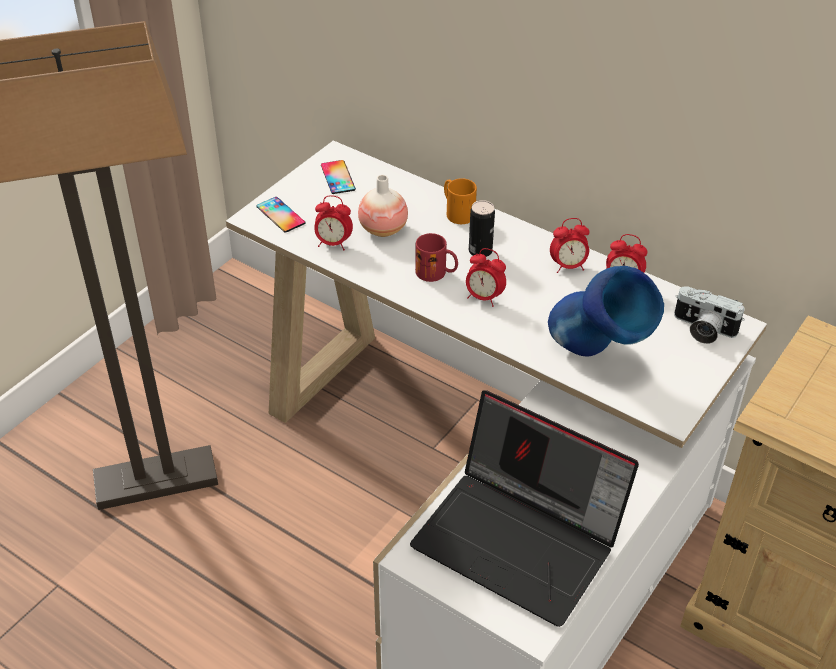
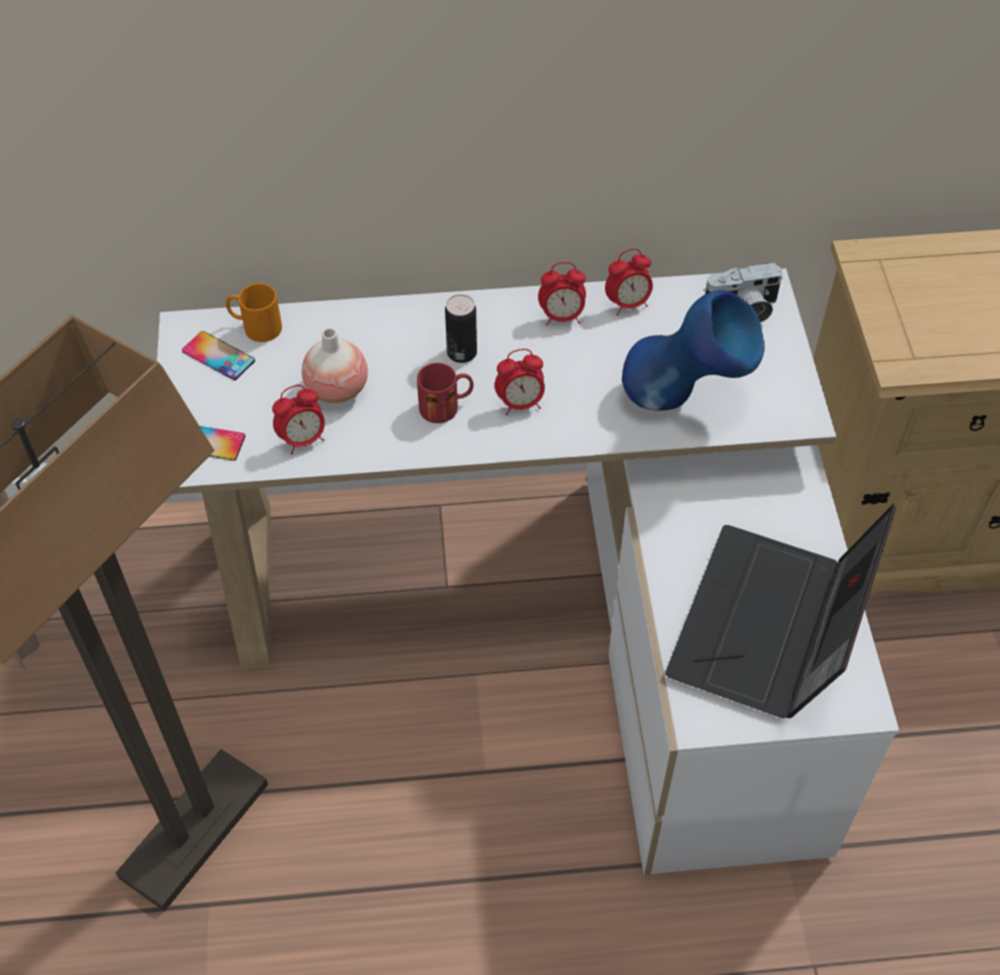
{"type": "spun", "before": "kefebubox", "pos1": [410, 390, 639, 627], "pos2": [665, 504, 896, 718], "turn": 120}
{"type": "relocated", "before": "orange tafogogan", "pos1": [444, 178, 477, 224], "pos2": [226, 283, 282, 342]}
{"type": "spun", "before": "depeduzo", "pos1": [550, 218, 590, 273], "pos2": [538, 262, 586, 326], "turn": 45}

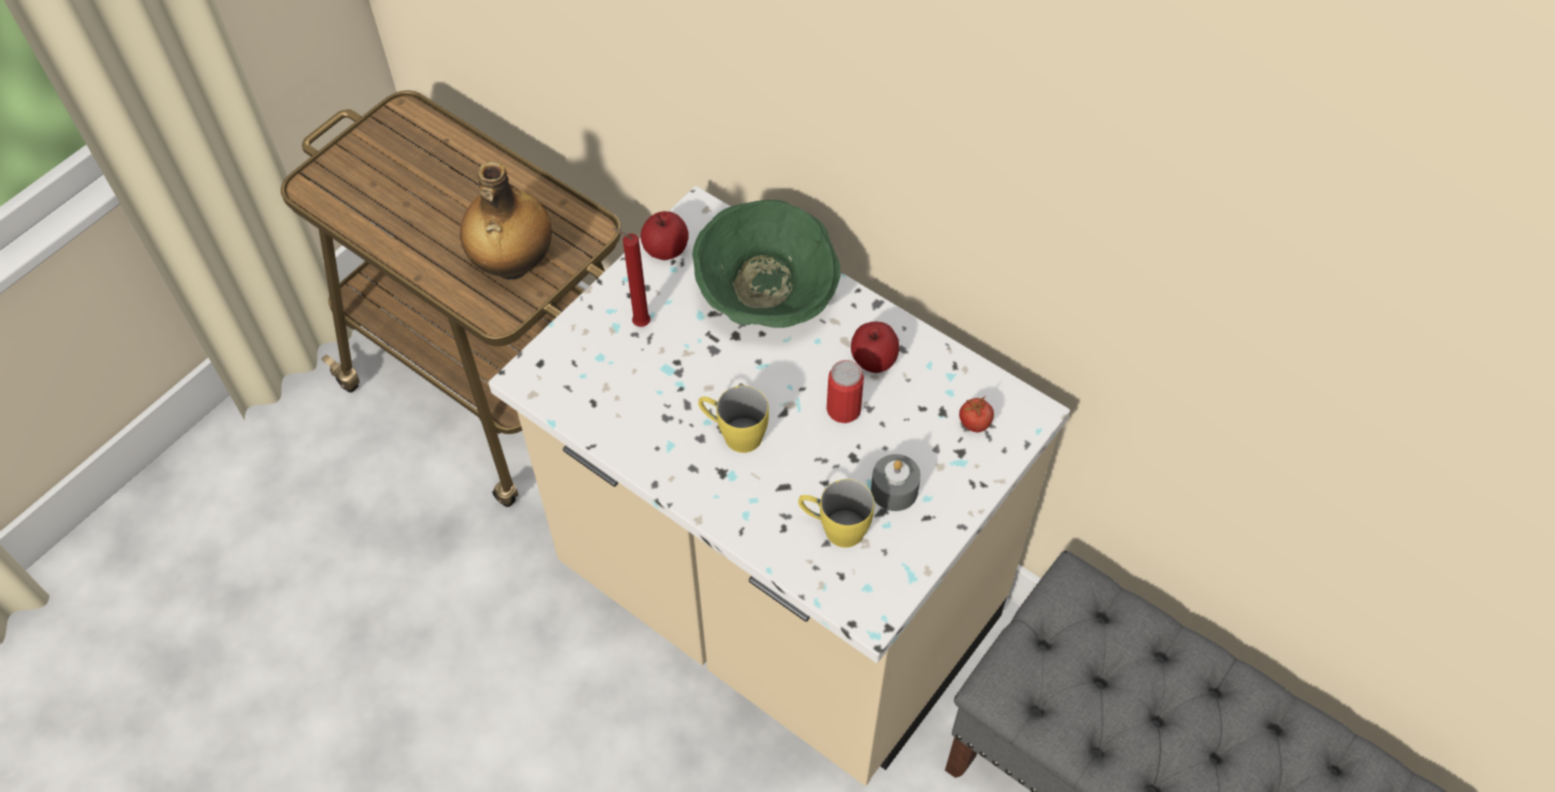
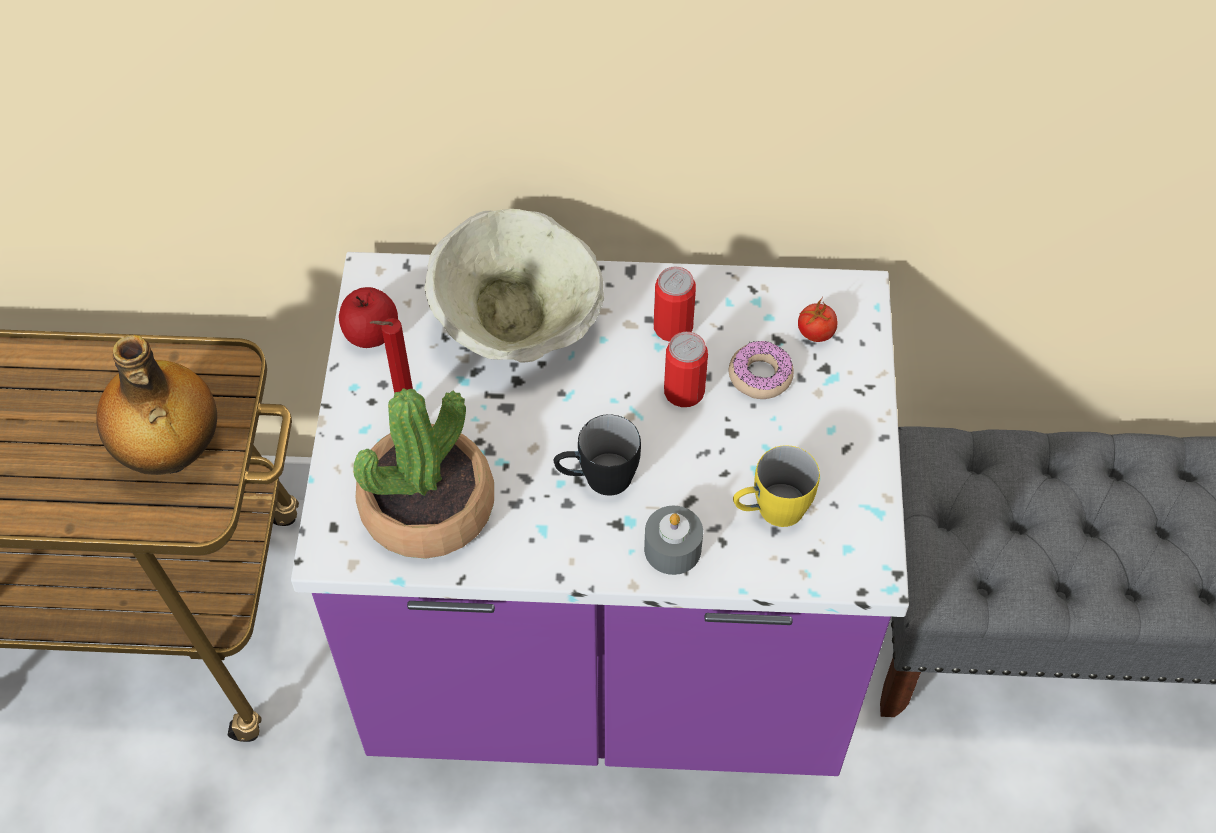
{"type": "colour", "before": "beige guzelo", "after": "purple guzelo", "pos1": [488, 186, 1070, 786], "pos2": [291, 252, 909, 776]}
{"type": "colour", "before": "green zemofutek", "after": "beige zemofutek", "pos1": [692, 200, 841, 328], "pos2": [424, 209, 604, 363]}
{"type": "colour", "before": "yellow tafogogan", "after": "black tafogogan", "pos1": [698, 385, 769, 453], "pos2": [554, 414, 641, 496]}
{"type": "exchanged", "before": "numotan", "after": "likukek", "pos1": [851, 321, 899, 373], "pos2": [654, 267, 696, 342]}
{"type": "relocated", "before": "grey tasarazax", "pos1": [871, 454, 921, 511], "pos2": [644, 506, 703, 575]}
{"type": "appeared", "after": "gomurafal", "pos2": [353, 388, 494, 559]}
{"type": "appeared", "after": "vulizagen", "pos2": [729, 340, 794, 399]}

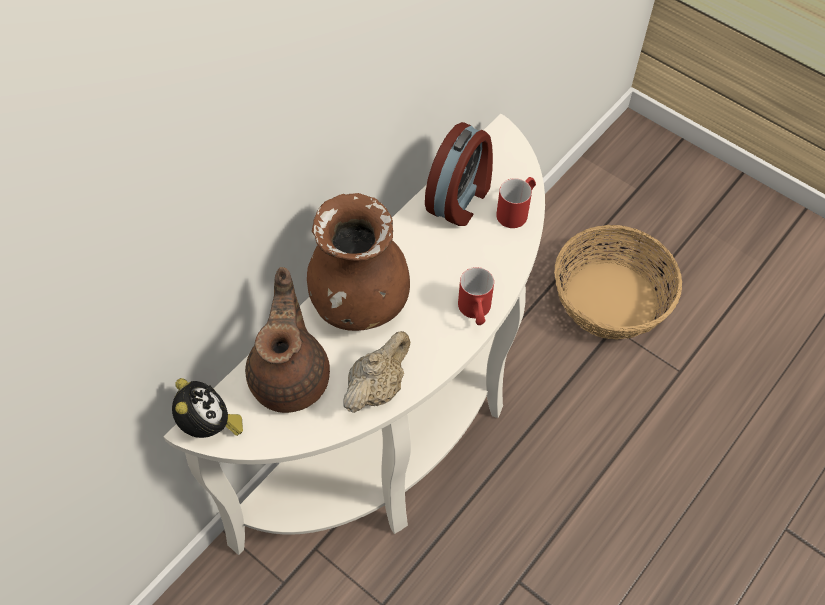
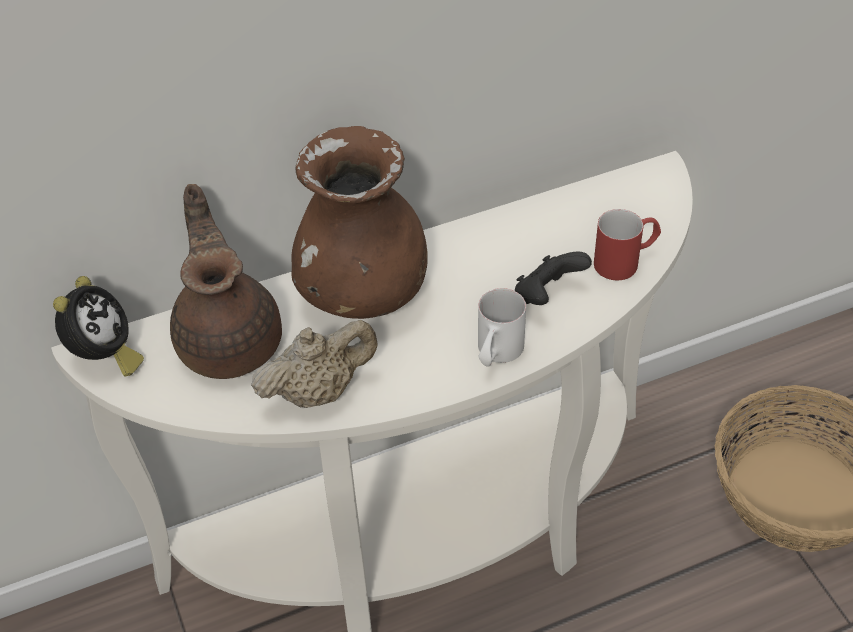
{"type": "spun", "before": "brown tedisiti", "pos1": [245, 267, 330, 413], "pos2": [170, 184, 282, 379], "turn": -45}
{"type": "missing", "before": "depeduzo", "pos1": [425, 122, 493, 226]}
{"type": "colour", "before": "red tafogogan", "after": "white tafogogan", "pos1": [458, 267, 494, 325], "pos2": [478, 288, 526, 367]}
{"type": "appeared", "after": "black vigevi", "pos2": [515, 251, 592, 305]}

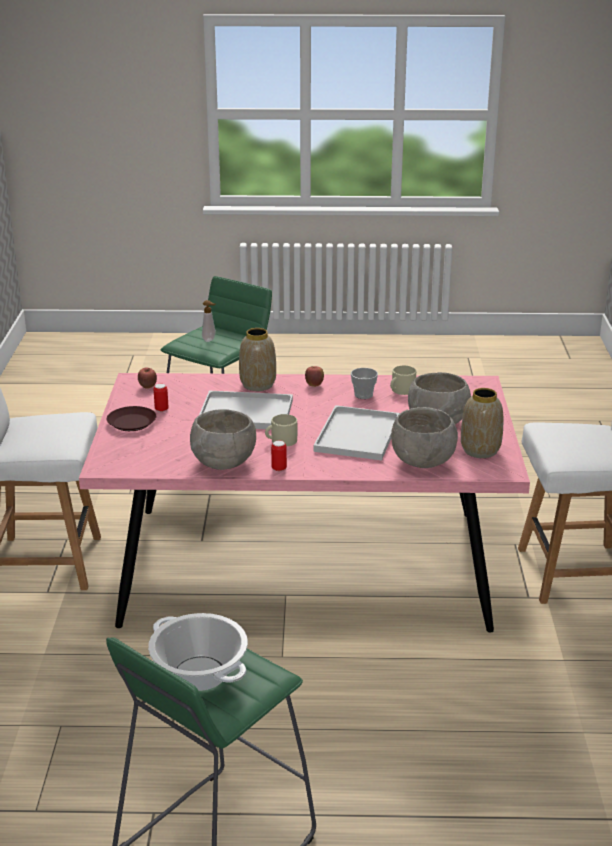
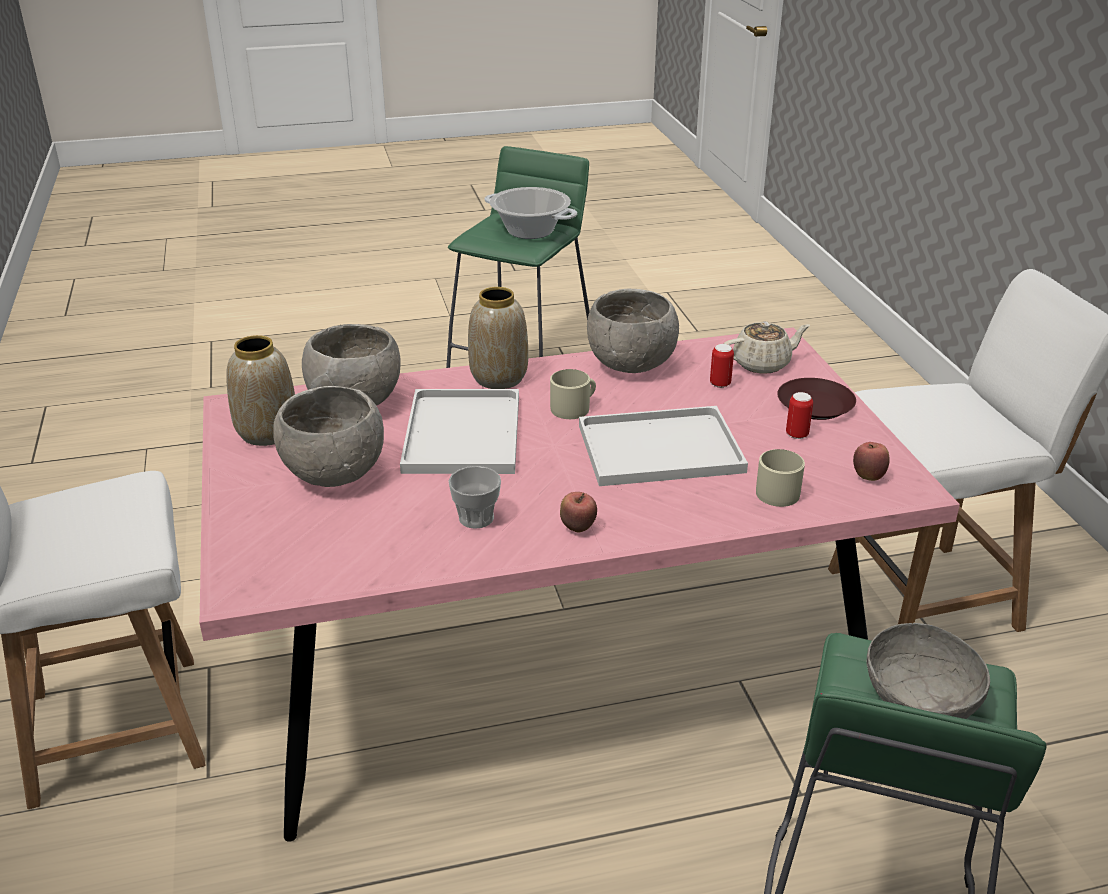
{"type": "exchanged", "before": "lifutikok", "after": "grey zemofutek", "pos1": [202, 300, 216, 342], "pos2": [866, 623, 990, 719]}
{"type": "relocated", "before": "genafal", "pos1": [239, 328, 276, 391], "pos2": [468, 287, 528, 389]}
{"type": "relocated", "before": "likukek", "pos1": [271, 441, 287, 471], "pos2": [710, 344, 734, 388]}
{"type": "relocated", "before": "beige tafogogan", "pos1": [390, 366, 416, 395], "pos2": [756, 449, 805, 507]}
{"type": "appeared", "after": "beige tedisiti", "pos2": [724, 321, 810, 374]}

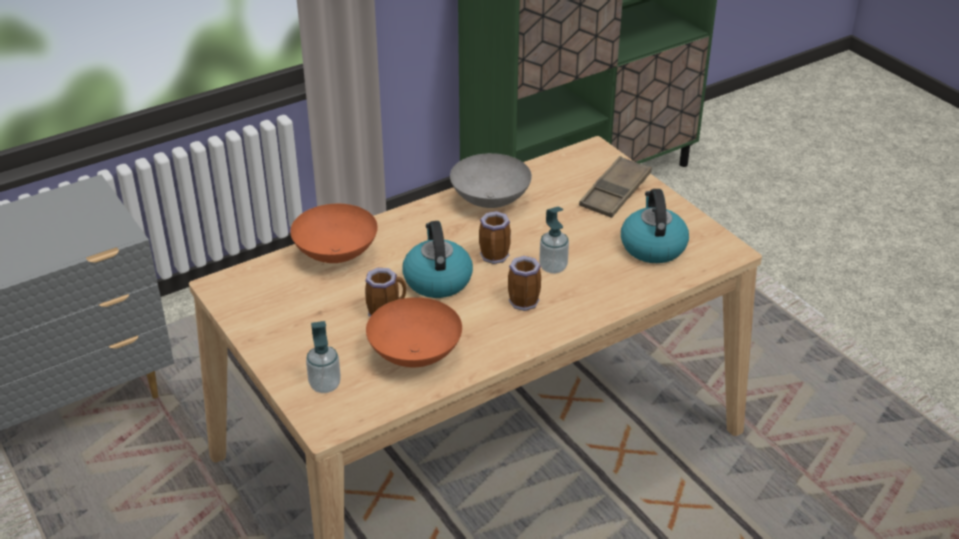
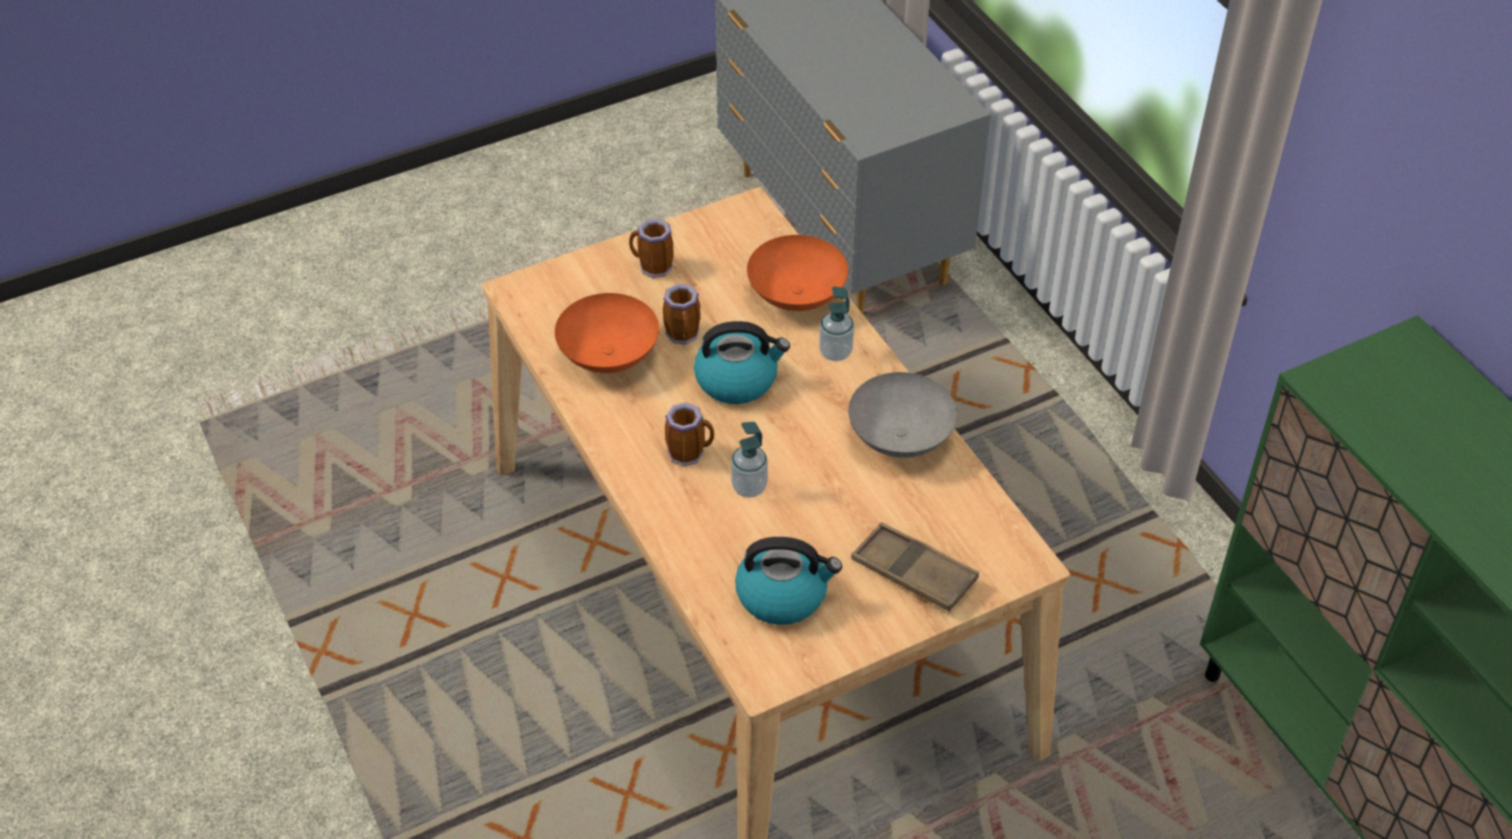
{"type": "relocated", "before": "lifutikok", "pos1": [306, 321, 341, 393], "pos2": [819, 287, 854, 361]}
{"type": "relocated", "before": "tafogogan", "pos1": [479, 211, 511, 264], "pos2": [629, 218, 674, 278]}

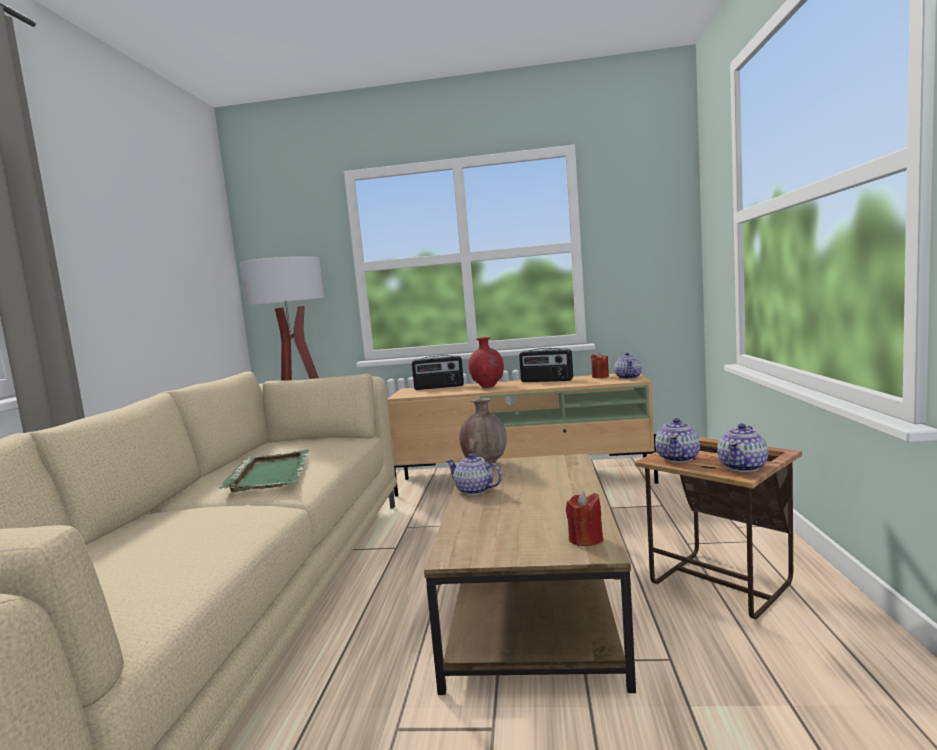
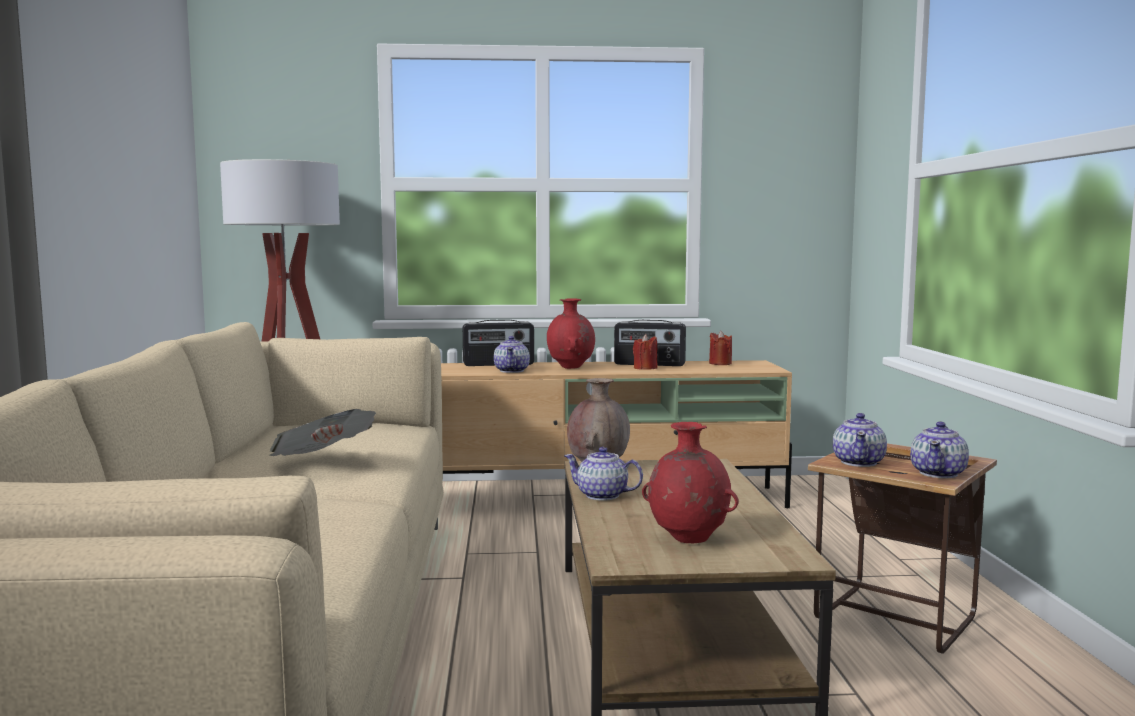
{"type": "exchanged", "before": "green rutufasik", "after": "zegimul", "pos1": [219, 450, 309, 492], "pos2": [269, 409, 376, 456]}
{"type": "relocated", "before": "red tasarazax", "pos1": [566, 491, 603, 546], "pos2": [633, 334, 658, 370]}
{"type": "relocated", "before": "tedisiti", "pos1": [614, 352, 642, 379], "pos2": [494, 336, 530, 373]}
{"type": "appeared", "after": "red genafal", "pos2": [642, 422, 739, 543]}

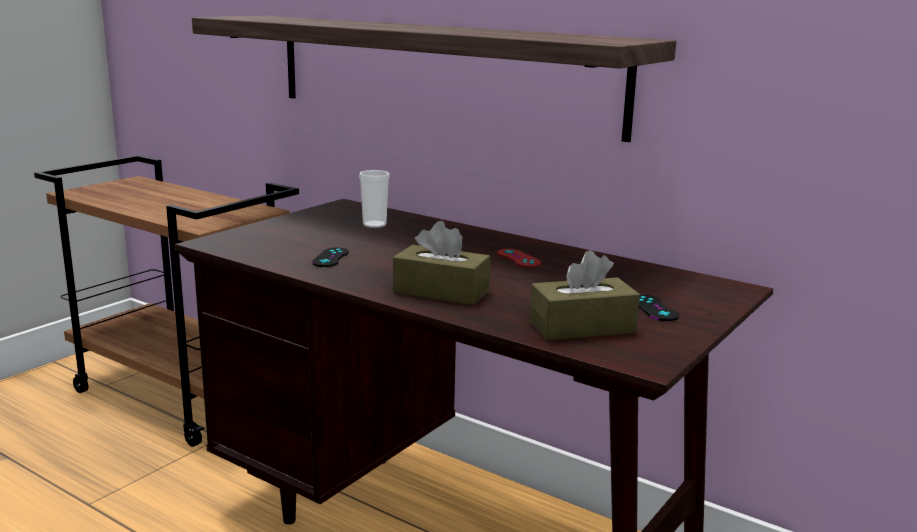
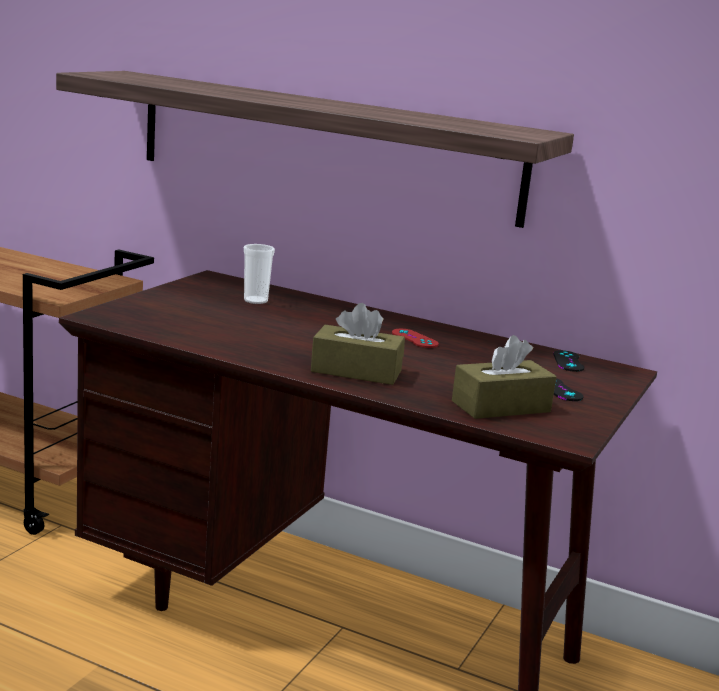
{"type": "relocated", "before": "black vigevi", "pos1": [312, 248, 349, 267], "pos2": [553, 350, 584, 372]}

